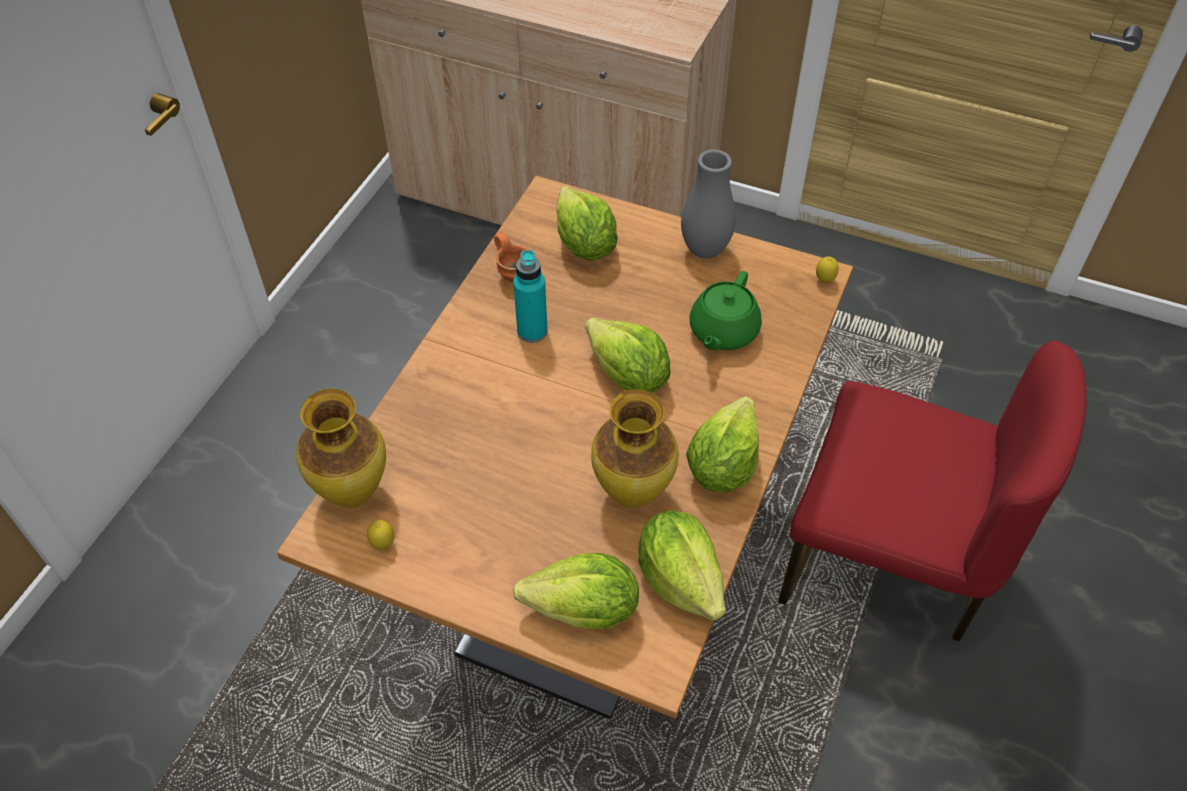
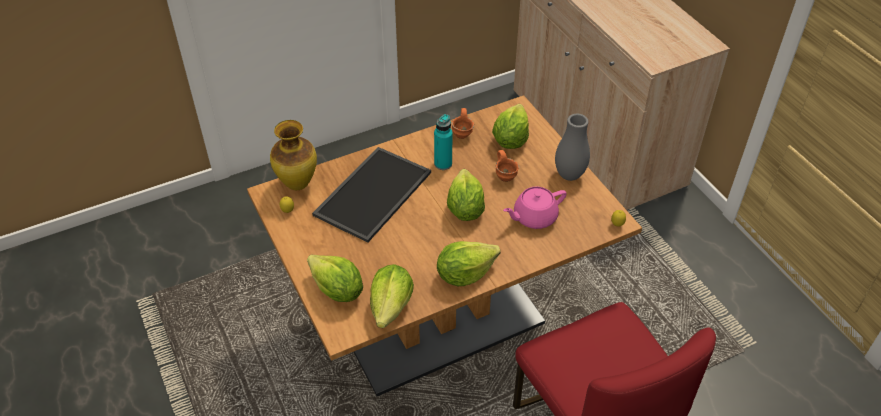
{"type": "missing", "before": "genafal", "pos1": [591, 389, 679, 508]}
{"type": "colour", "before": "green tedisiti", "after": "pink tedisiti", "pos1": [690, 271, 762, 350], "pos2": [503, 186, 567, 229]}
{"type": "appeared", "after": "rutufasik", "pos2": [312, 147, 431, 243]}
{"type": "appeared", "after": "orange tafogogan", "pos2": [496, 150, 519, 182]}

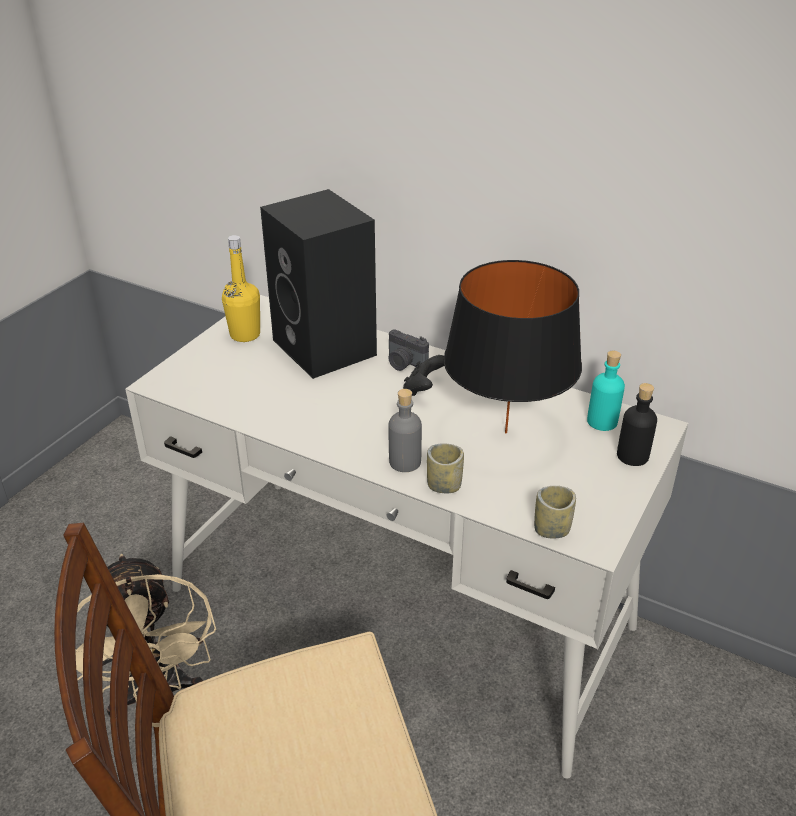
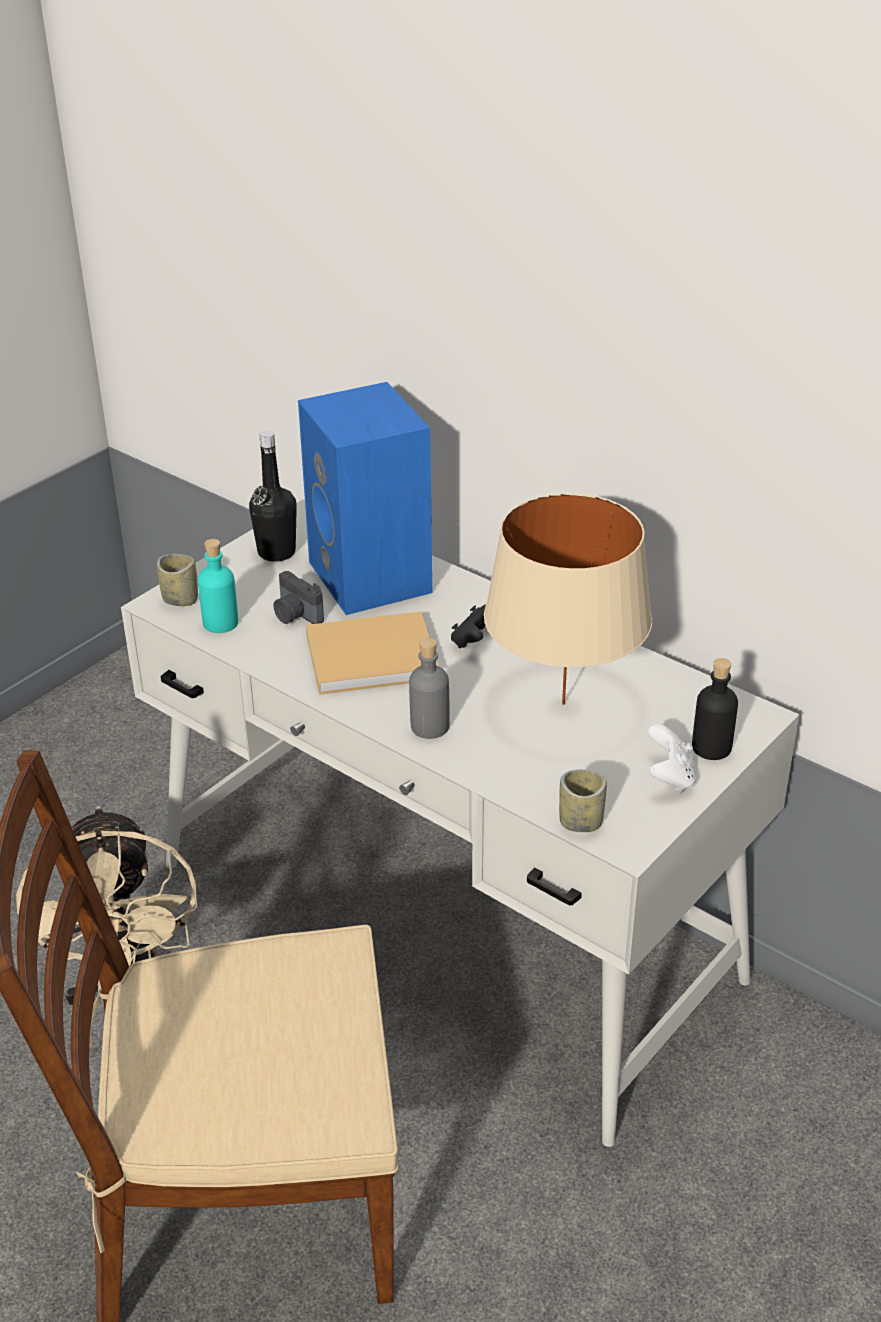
{"type": "colour", "before": "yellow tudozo", "after": "black tudozo", "pos1": [222, 235, 260, 342], "pos2": [249, 430, 297, 562]}
{"type": "colour", "before": "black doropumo", "after": "blue doropumo", "pos1": [260, 189, 377, 379], "pos2": [298, 382, 432, 615]}
{"type": "relocated", "before": "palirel", "pos1": [389, 329, 429, 371], "pos2": [273, 571, 324, 624]}
{"type": "relocated", "before": "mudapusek", "pos1": [427, 443, 464, 493], "pos2": [157, 554, 198, 606]}
{"type": "colour", "before": "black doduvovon", "after": "beige doduvovon", "pos1": [444, 260, 582, 433], "pos2": [484, 493, 653, 705]}
{"type": "relocated", "before": "turquoise tudozo", "pos1": [587, 351, 625, 431], "pos2": [198, 539, 238, 633]}
{"type": "appeared", "after": "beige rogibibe", "pos2": [306, 611, 439, 695]}
{"type": "appeared", "after": "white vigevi", "pos2": [648, 724, 695, 793]}

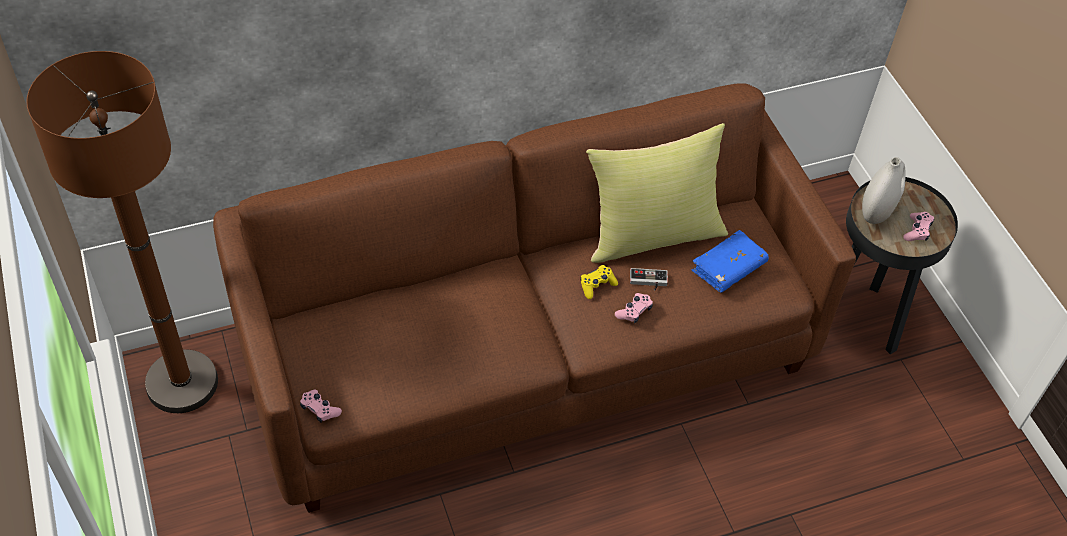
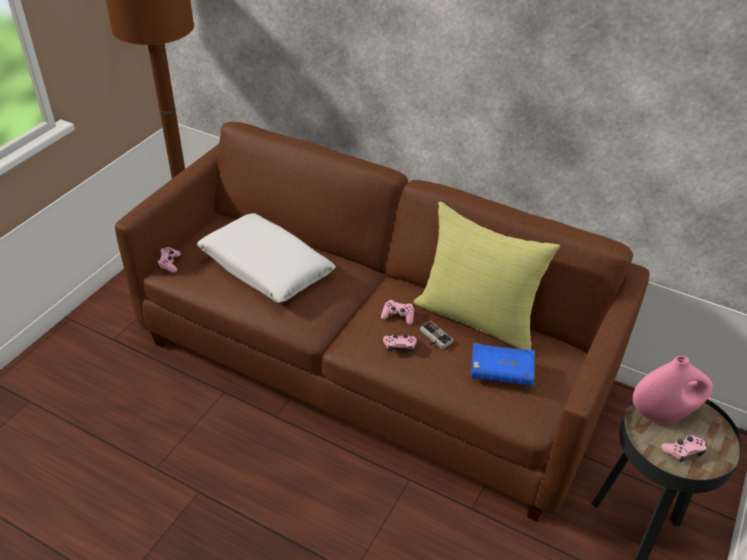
{"type": "colour", "before": "yellow vigevi", "after": "pink vigevi", "pos1": [580, 265, 618, 299], "pos2": [381, 300, 414, 325]}
{"type": "colour", "before": "white genafal", "after": "pink genafal", "pos1": [862, 157, 906, 224], "pos2": [633, 356, 713, 424]}
{"type": "appeared", "after": "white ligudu", "pos2": [197, 213, 336, 303]}

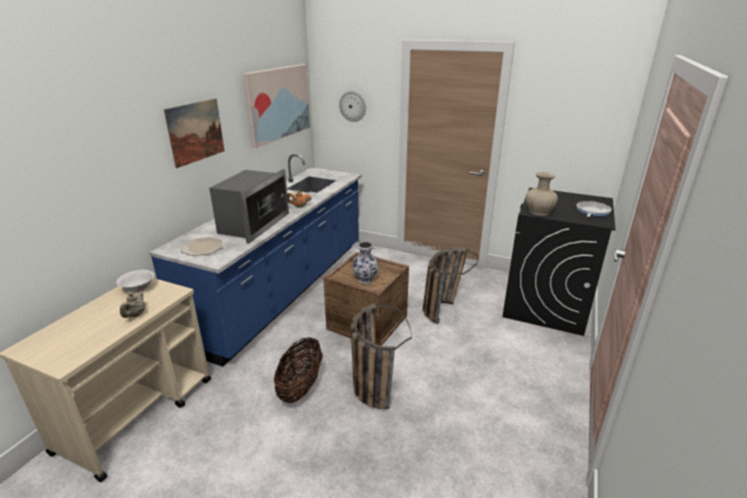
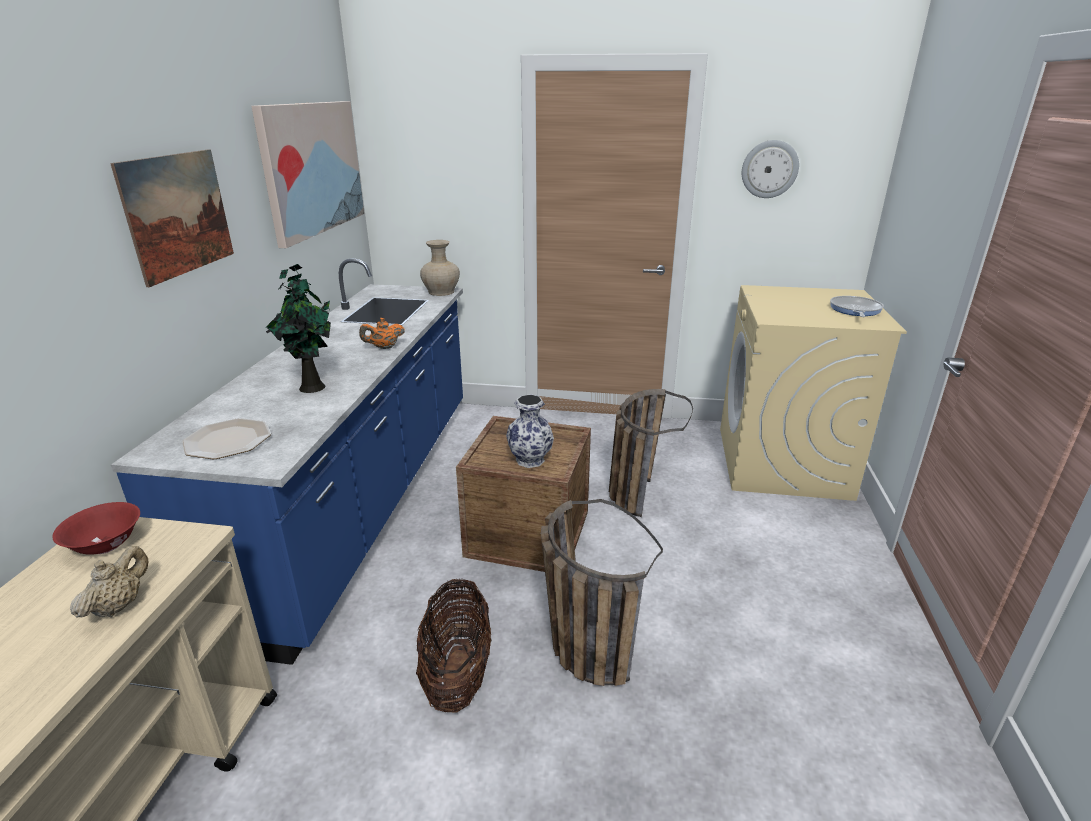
{"type": "colour", "before": "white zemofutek", "after": "red zemofutek", "pos1": [116, 270, 154, 292], "pos2": [52, 502, 140, 555]}
{"type": "spun", "before": "beige tedisiti", "pos1": [120, 292, 145, 318], "pos2": [70, 546, 148, 618], "turn": -150}
{"type": "exchanged", "before": "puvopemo", "after": "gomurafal", "pos1": [209, 169, 289, 244], "pos2": [266, 264, 331, 393]}
{"type": "relocated", "before": "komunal", "pos1": [339, 91, 366, 122], "pos2": [742, 140, 799, 198]}
{"type": "colour", "before": "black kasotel", "after": "beige kasotel", "pos1": [503, 188, 615, 336], "pos2": [720, 285, 907, 501]}
{"type": "relocated", "before": "beige genafal", "pos1": [526, 172, 558, 216], "pos2": [420, 240, 460, 296]}

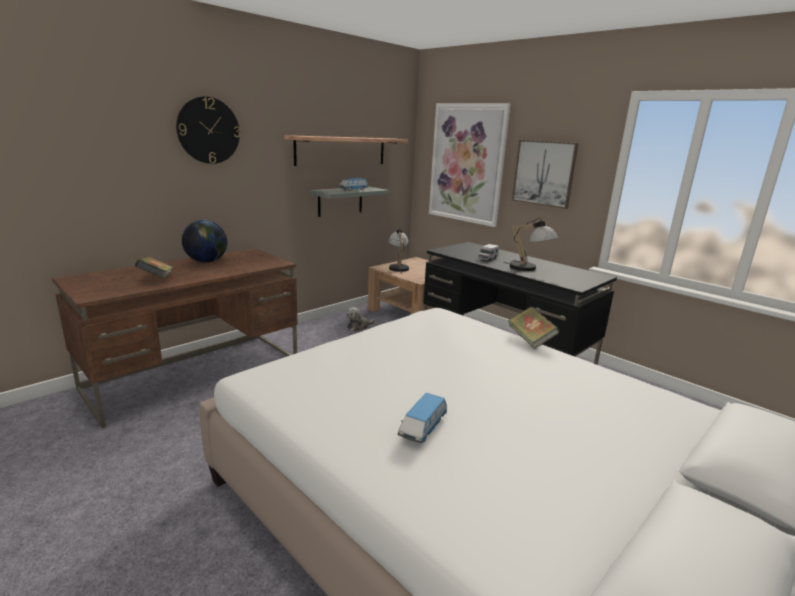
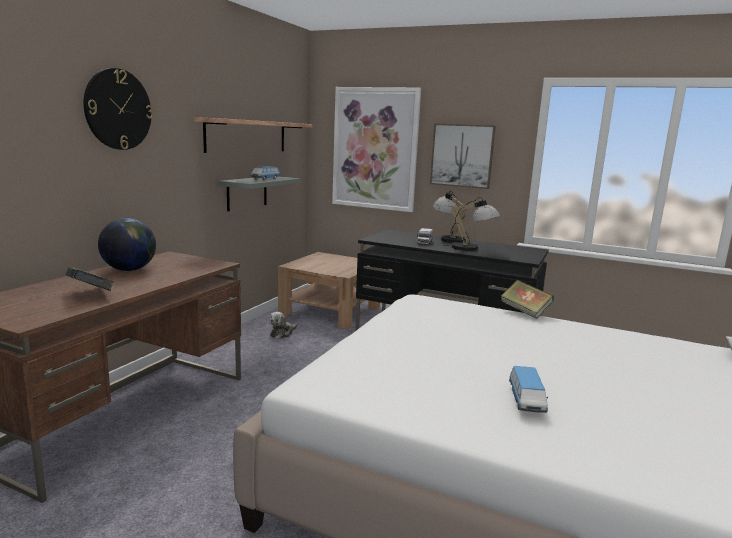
{"type": "relocated", "before": "doduvovon", "pos1": [388, 228, 409, 274], "pos2": [433, 191, 466, 243]}

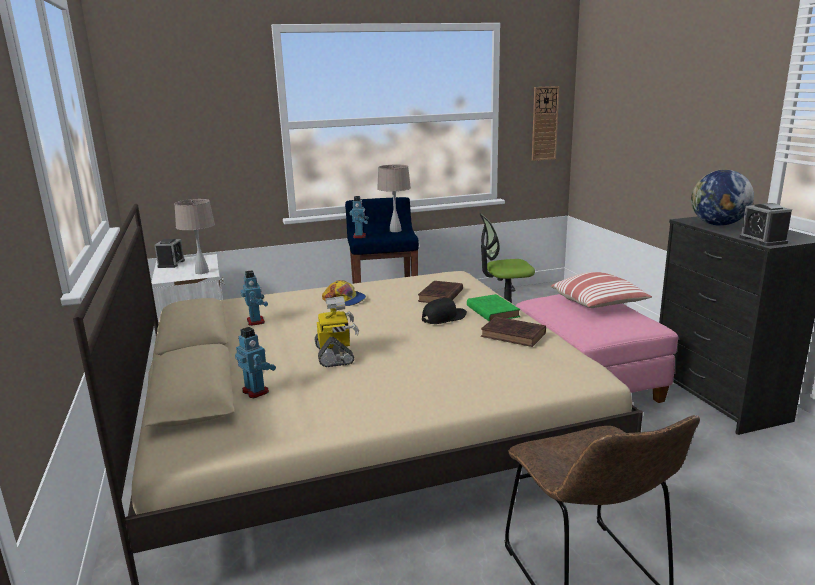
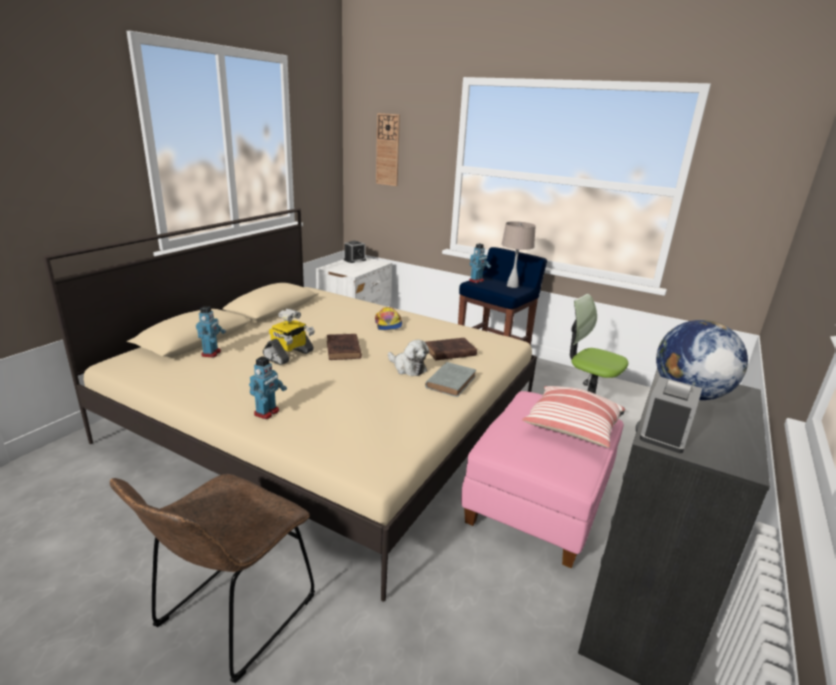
{"type": "missing", "before": "beige doduvovon", "pos1": [174, 199, 215, 274]}
{"type": "relocated", "before": "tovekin", "pos1": [241, 270, 268, 326], "pos2": [249, 356, 287, 419]}
{"type": "exchanged", "before": "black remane", "after": "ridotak", "pos1": [422, 298, 467, 324], "pos2": [388, 340, 429, 376]}
{"type": "colour", "before": "green rogibibe", "after": "grey rogibibe", "pos1": [467, 294, 520, 322], "pos2": [425, 362, 476, 397]}
{"type": "relocated", "before": "brown rogibibe", "pos1": [481, 317, 546, 347], "pos2": [327, 334, 362, 360]}
{"type": "relocated", "before": "komunal", "pos1": [532, 86, 559, 161], "pos2": [376, 113, 400, 186]}

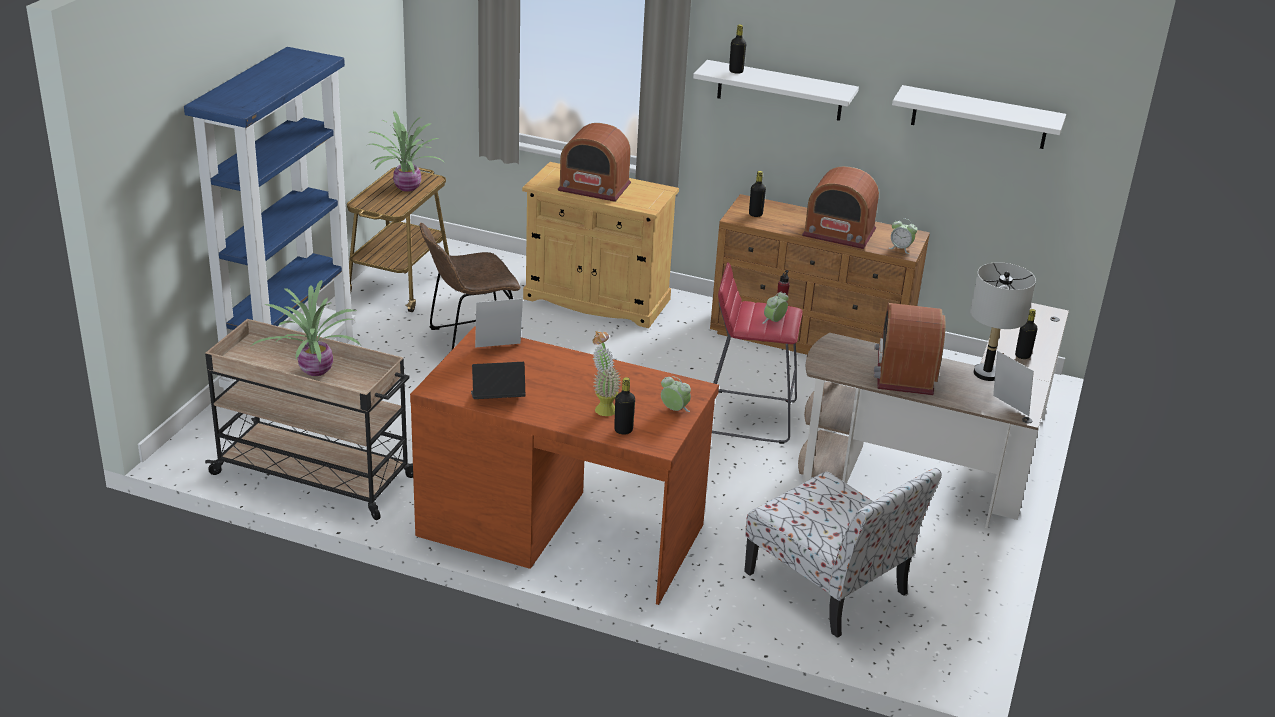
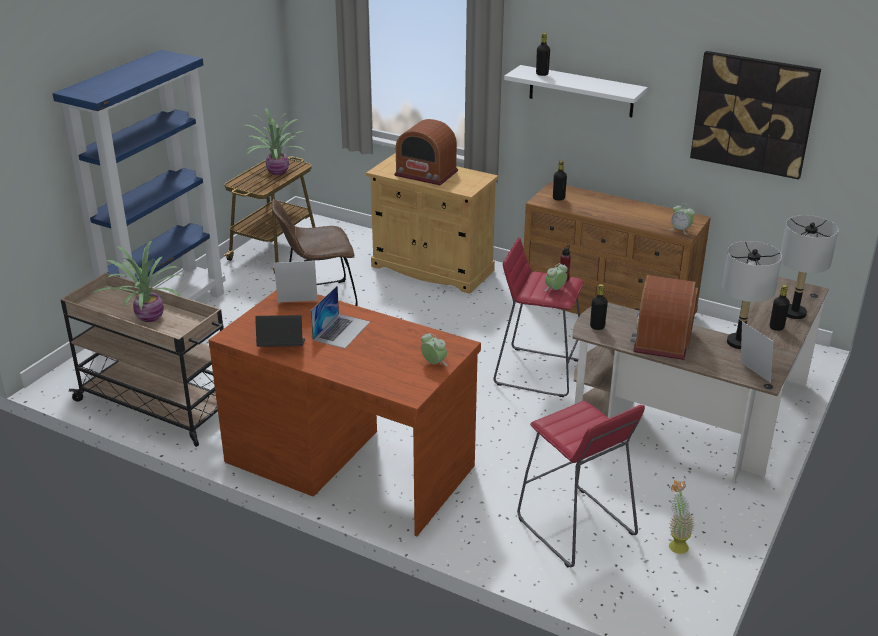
{"type": "relocated", "before": "gomurafal", "pos1": [593, 331, 620, 416], "pos2": [669, 480, 695, 554]}
{"type": "relocated", "before": "black tudozo", "pos1": [614, 377, 635, 435], "pos2": [590, 284, 608, 330]}
{"type": "exchanged", "before": "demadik", "after": "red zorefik", "pos1": [744, 468, 942, 638], "pos2": [517, 401, 645, 567]}
{"type": "missing", "before": "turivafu", "pos1": [802, 166, 879, 249]}
{"type": "exchanged", "before": "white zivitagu", "after": "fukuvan", "pos1": [892, 85, 1066, 149], "pos2": [690, 51, 821, 180]}
{"type": "appeared", "after": "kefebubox", "pos2": [311, 285, 370, 348]}
{"type": "appeared", "after": "grey doduvovon", "pos2": [781, 215, 839, 319]}

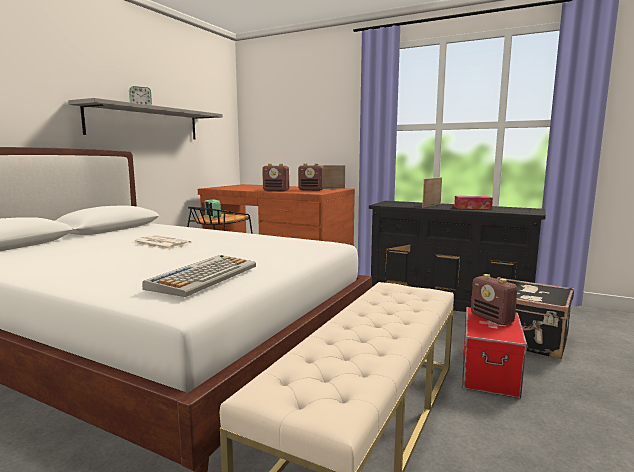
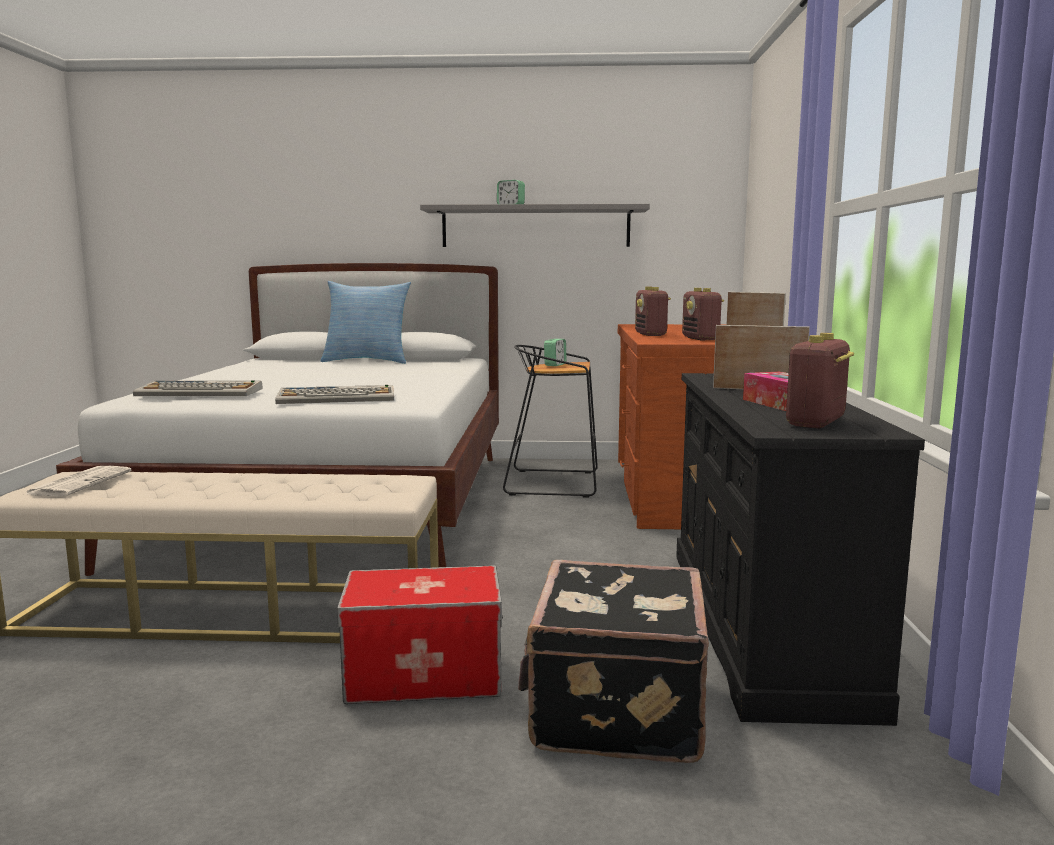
{"type": "relocated", "before": "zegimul", "pos1": [133, 235, 192, 250], "pos2": [26, 466, 131, 496]}
{"type": "relocated", "before": "turivafu", "pos1": [471, 274, 518, 325], "pos2": [786, 333, 854, 429]}
{"type": "appeared", "after": "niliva", "pos2": [275, 385, 394, 404]}
{"type": "appeared", "after": "ligudu", "pos2": [320, 281, 411, 364]}

